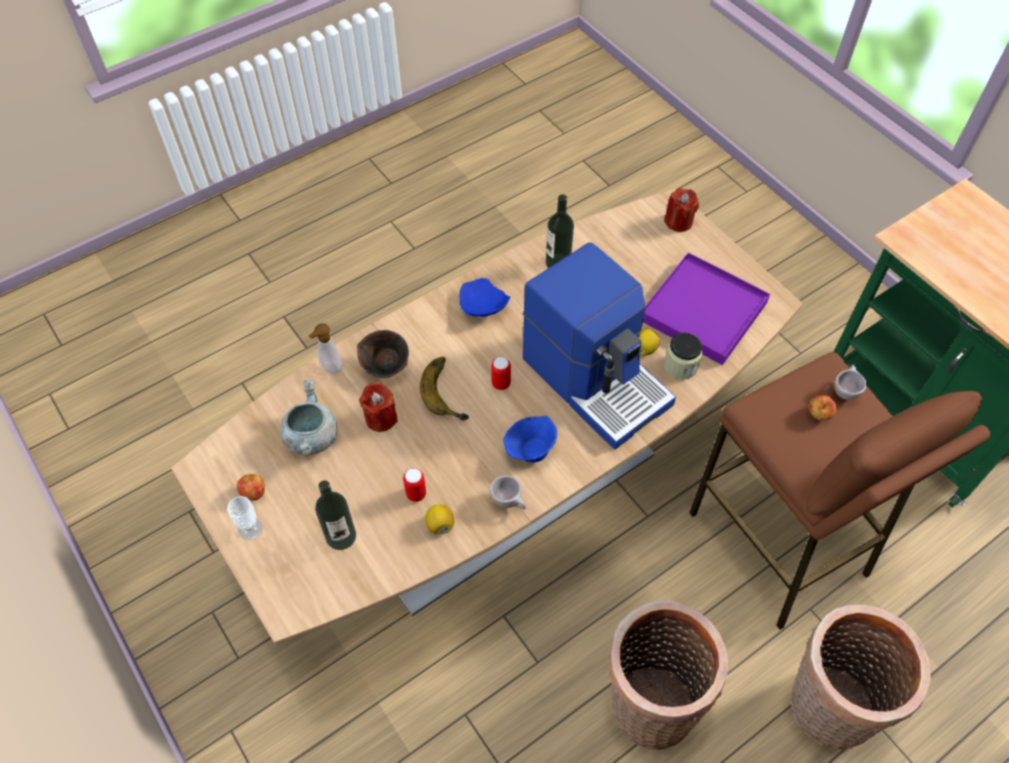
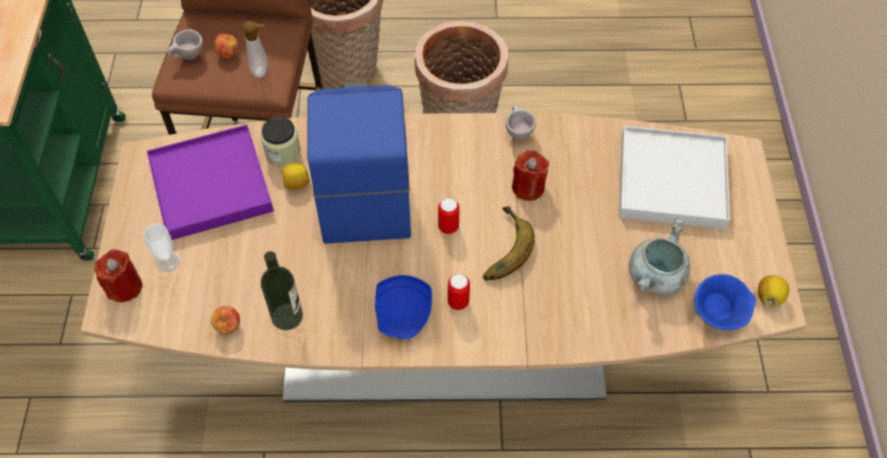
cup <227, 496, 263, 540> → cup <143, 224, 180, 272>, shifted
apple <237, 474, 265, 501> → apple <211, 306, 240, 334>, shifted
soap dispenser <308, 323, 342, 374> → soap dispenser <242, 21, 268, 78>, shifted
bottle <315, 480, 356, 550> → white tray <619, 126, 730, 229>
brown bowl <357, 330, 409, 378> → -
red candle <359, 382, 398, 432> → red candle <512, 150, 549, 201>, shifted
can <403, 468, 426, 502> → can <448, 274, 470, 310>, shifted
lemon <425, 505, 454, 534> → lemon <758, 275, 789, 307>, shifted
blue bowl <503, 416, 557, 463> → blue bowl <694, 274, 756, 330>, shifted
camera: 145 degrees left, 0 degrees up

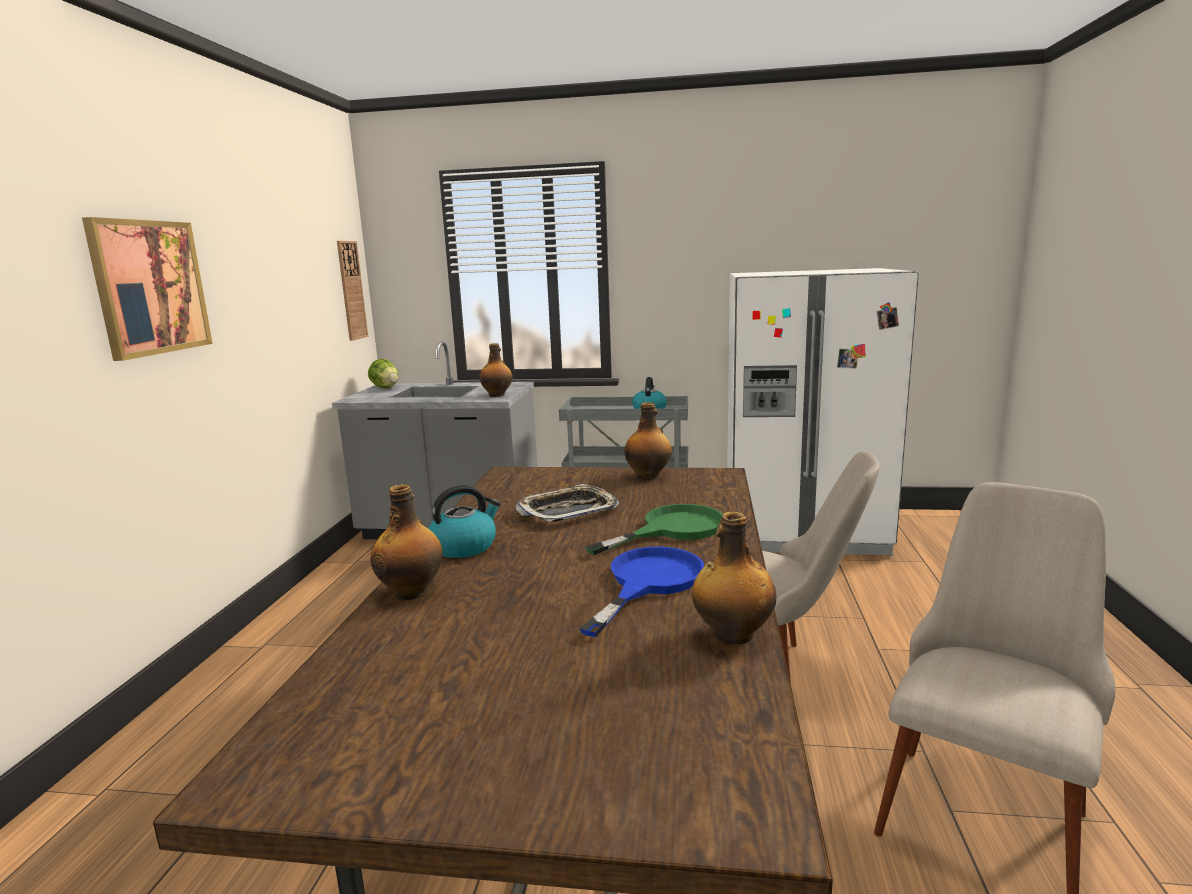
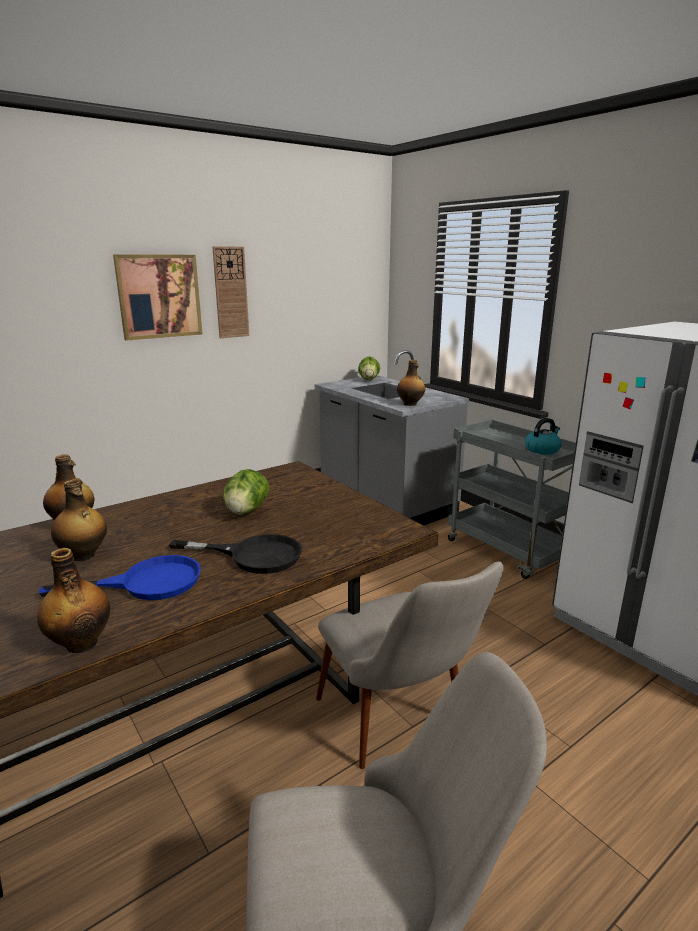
wall clock <337, 241, 368, 341> → wall clock <212, 246, 249, 338>, shifted
kettle <428, 485, 501, 558> → -
tray <516, 484, 619, 522> → lettuce <223, 469, 270, 515>
green frying pan <585, 504, 723, 555> → black frying pan <169, 534, 302, 574>
bottle <624, 402, 672, 480> → bottle <51, 479, 107, 561>, shifted
camera: 45 degrees right, 5 degrees up

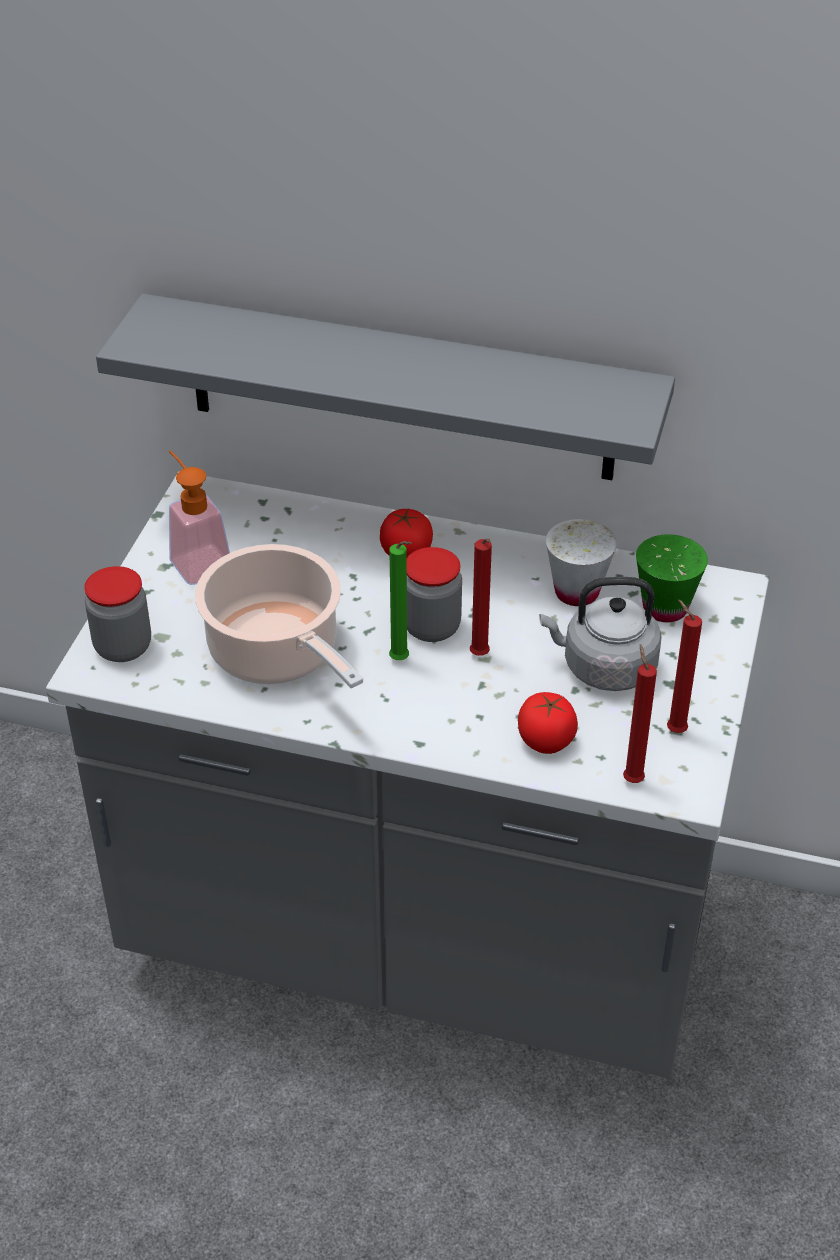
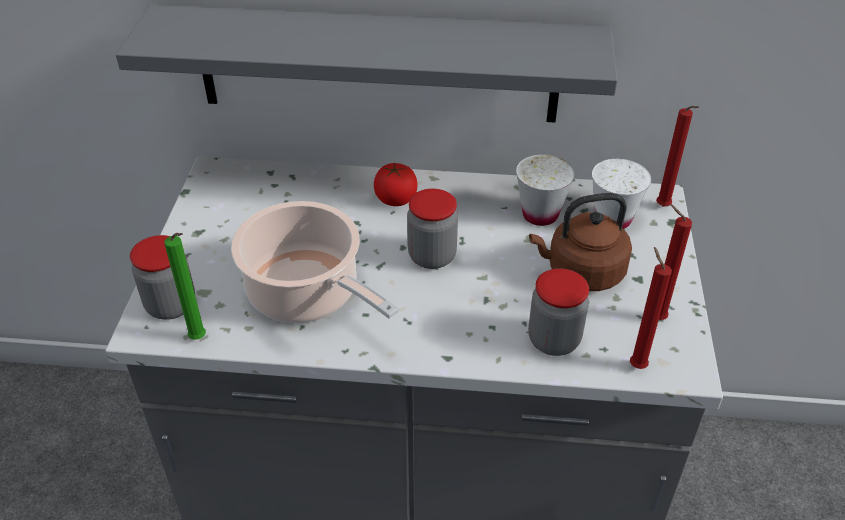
soap dispenser <169, 451, 230, 585> → -
green candle <389, 541, 412, 660> → green candle <164, 233, 206, 340>, shifted
red candle <470, 539, 492, 656> → red candle <656, 106, 699, 206>, shifted
tomato <518, 692, 578, 754> → jar <528, 269, 589, 356>
grey kettle <539, 577, 662, 691> → brown kettle <529, 193, 632, 291>
green cup <636, 534, 708, 622> → white cup <592, 159, 651, 229>
camera: 10 degrees left, 0 degrees up

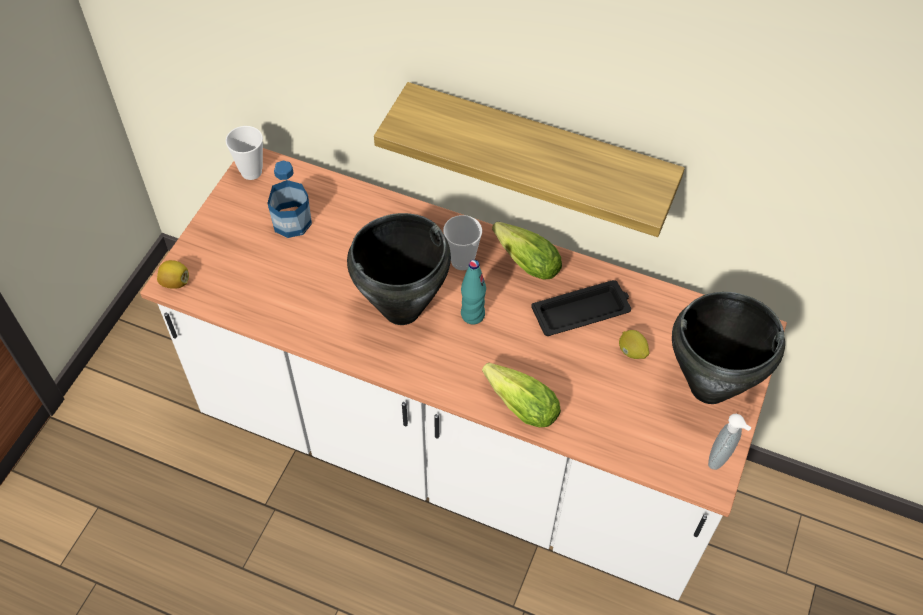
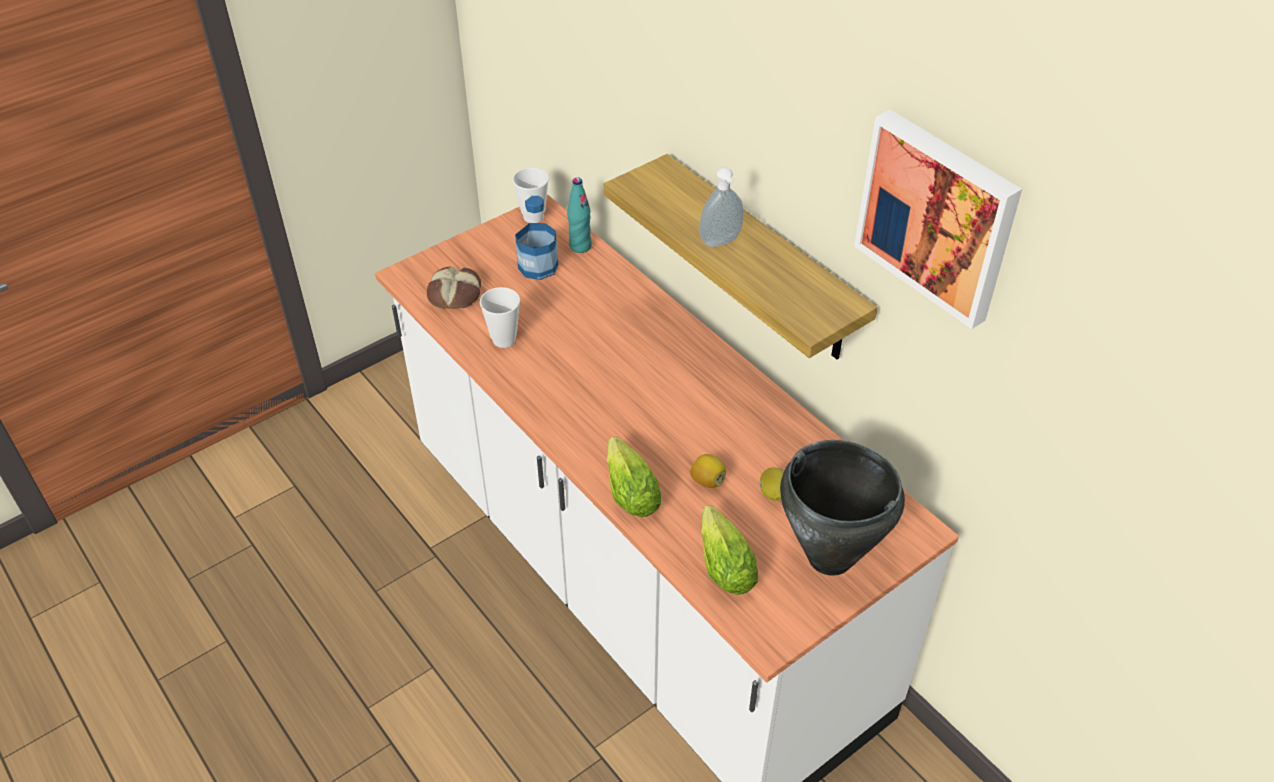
lemon <157, 260, 189, 289> → lemon <690, 454, 726, 488>, shifted
black cooking pot <347, 213, 451, 325> → -
cup <443, 215, 482, 270> → cup <480, 287, 520, 348>, shifted
turquoise bottle <461, 260, 486, 325> → turquoise bottle <567, 178, 592, 253>, shifted
lettuce <492, 222, 562, 280> → lettuce <701, 506, 758, 595>, shifted
black tray <531, 280, 631, 336> → -
soap dispenser <708, 414, 751, 470> → soap dispenser <699, 167, 744, 247>, shifted
- → bread <427, 266, 481, 309>
- → picture <854, 110, 1022, 329>
camera: 30 degrees right, 10 degrees down

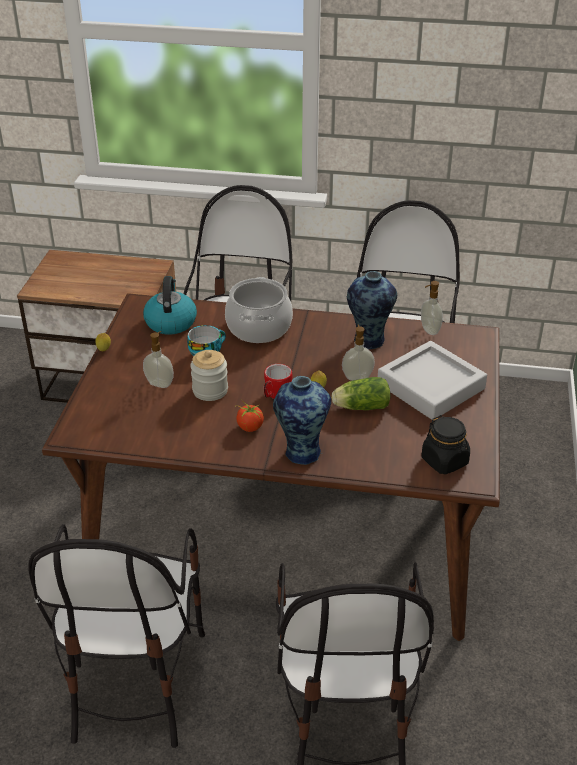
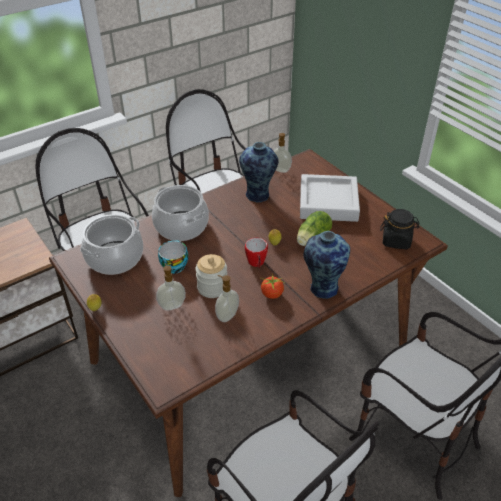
kettle <143, 276, 197, 335> → cooking pot <80, 214, 143, 275>
soap dispenser <342, 325, 375, 381> → soap dispenser <215, 275, 239, 322>, shifted
camera: 45 degrees left, 5 degrees up

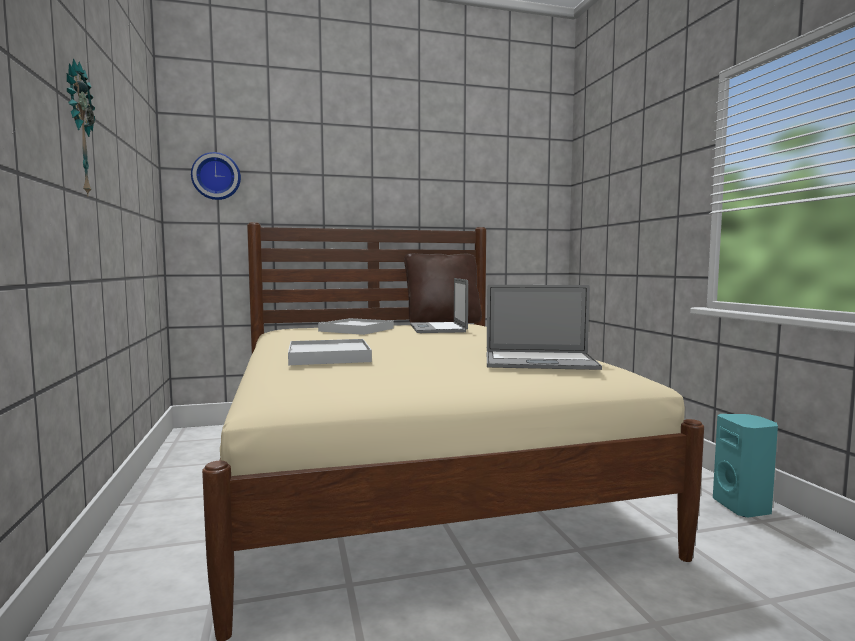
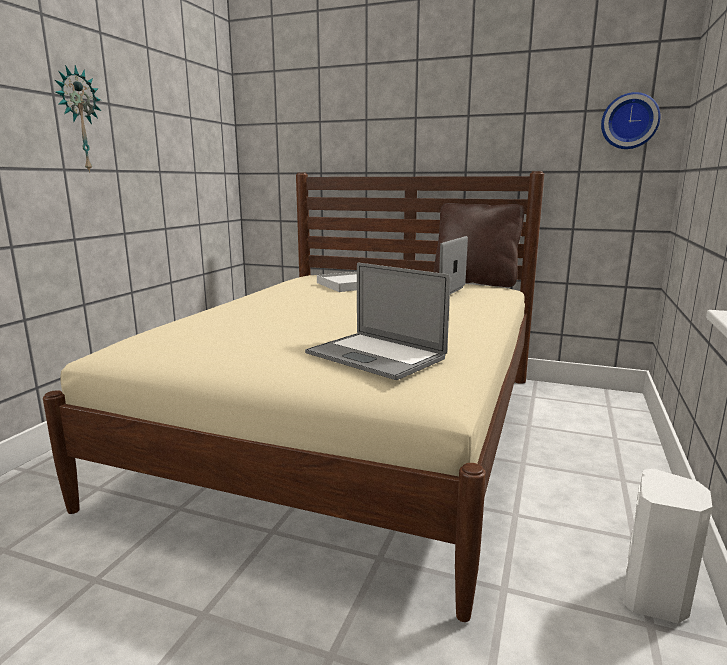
wall clock <191, 152, 241, 200> → wall clock <601, 92, 660, 149>, shifted
white tray <288, 339, 372, 365> → -
turquoise speaker <713, 414, 778, 518> → white speaker <623, 469, 712, 623>
camera: 35 degrees right, 10 degrees up

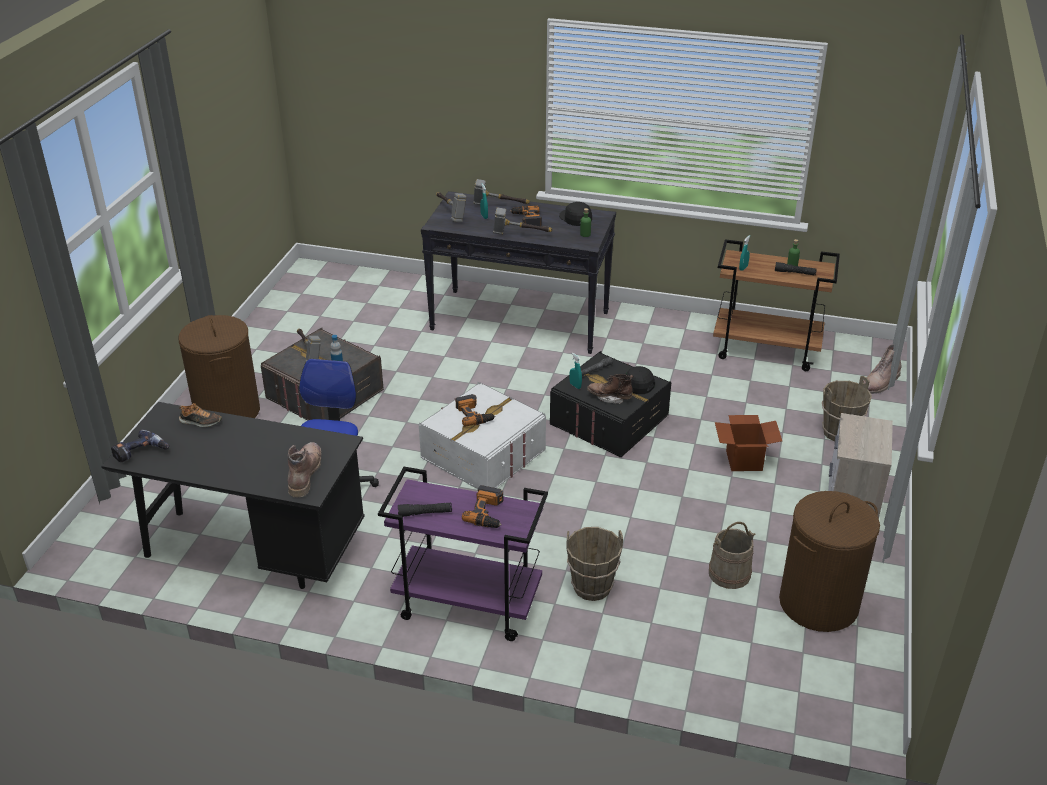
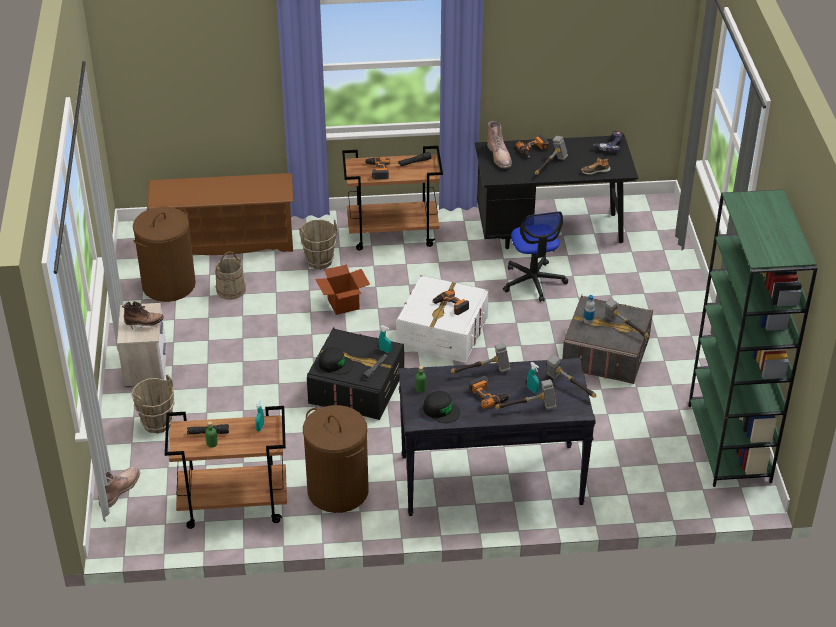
brown laundry basket <179, 315, 260, 418> → brown laundry basket <303, 405, 369, 513>, shifted
purple cart <378, 467, 548, 641> → brown cart <342, 146, 443, 251>
brown boot <587, 374, 634, 404> → brown boot <122, 301, 164, 330>, shifted
cardboard box <715, 415, 782, 471> → cardboard box <315, 264, 370, 315>, shifted
- → brown shoe rack <147, 173, 293, 255>
- → power drill <516, 135, 549, 158>
- → hammer <535, 136, 568, 175>
- → green bookcase <688, 189, 818, 487>
camera: 160 degrees right, 5 degrees up

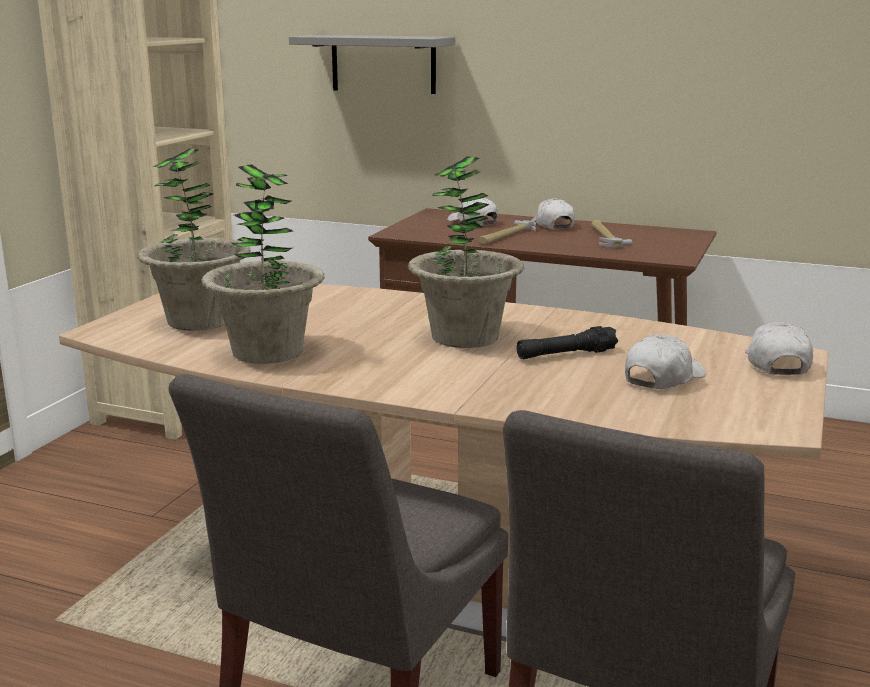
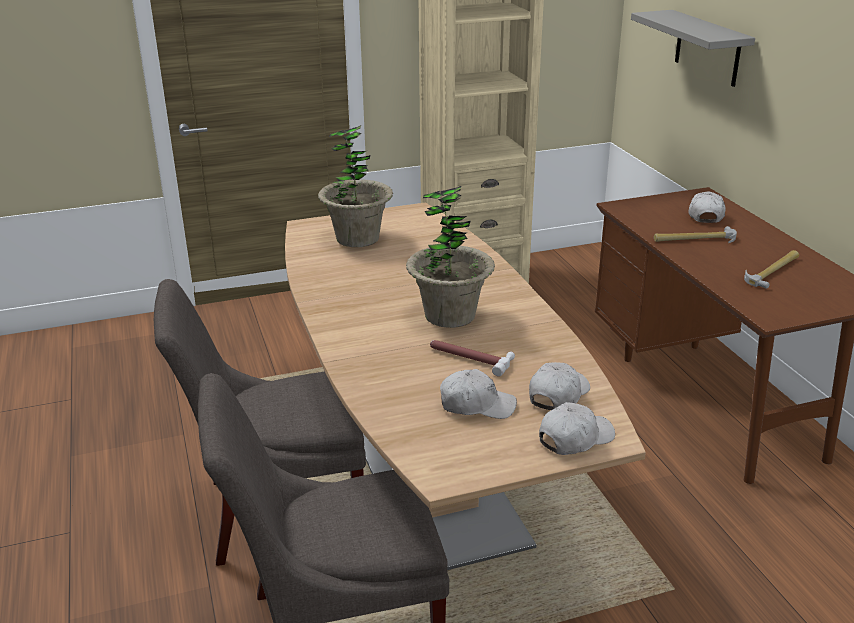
potted plant <201, 165, 325, 364> → -
black flashlight <516, 326, 618, 359> → hammer <430, 340, 515, 377>
white cap <531, 198, 575, 229> → white cap <529, 362, 590, 410>, shifted
camera: 50 degrees right, 10 degrees up

